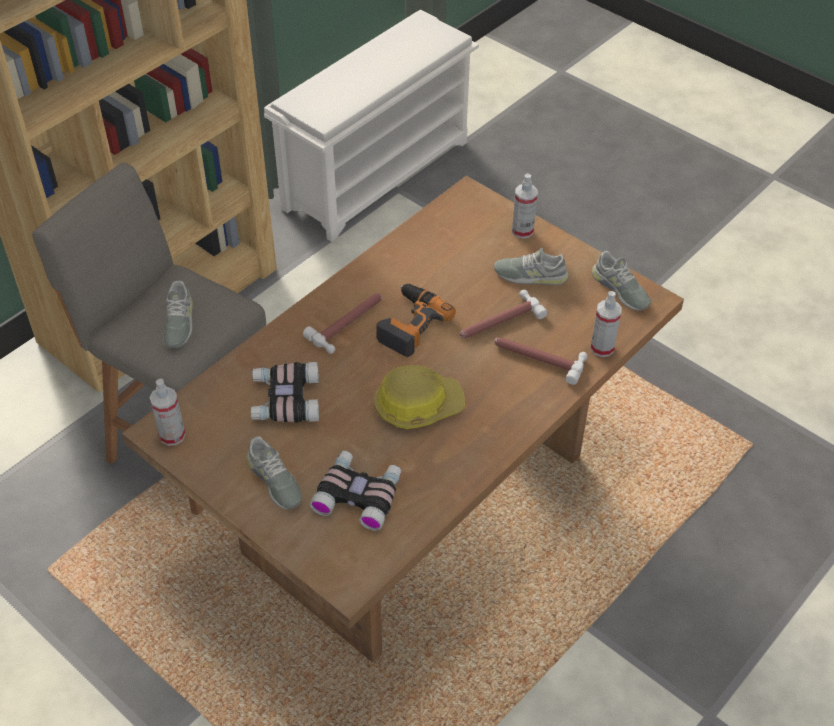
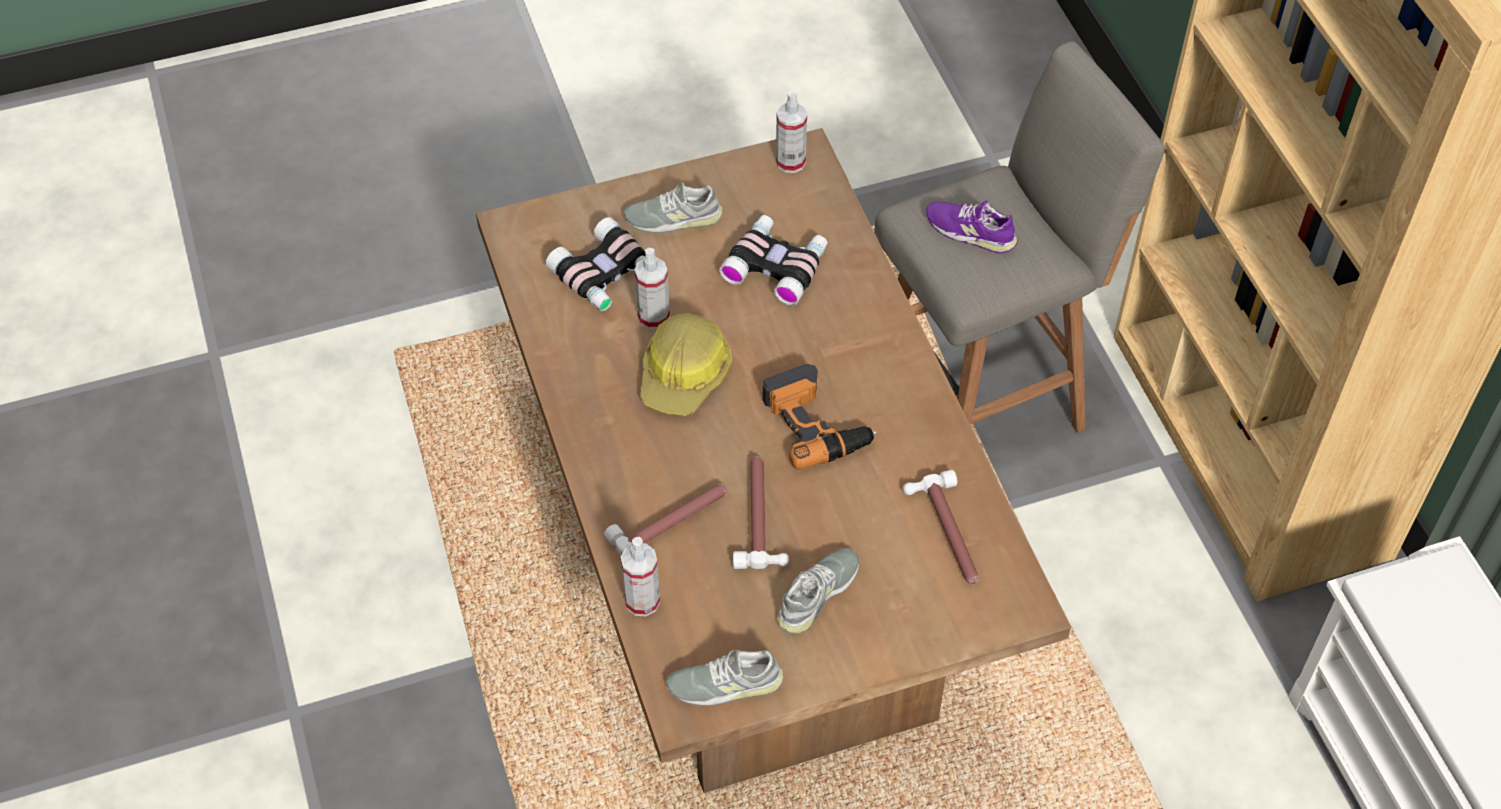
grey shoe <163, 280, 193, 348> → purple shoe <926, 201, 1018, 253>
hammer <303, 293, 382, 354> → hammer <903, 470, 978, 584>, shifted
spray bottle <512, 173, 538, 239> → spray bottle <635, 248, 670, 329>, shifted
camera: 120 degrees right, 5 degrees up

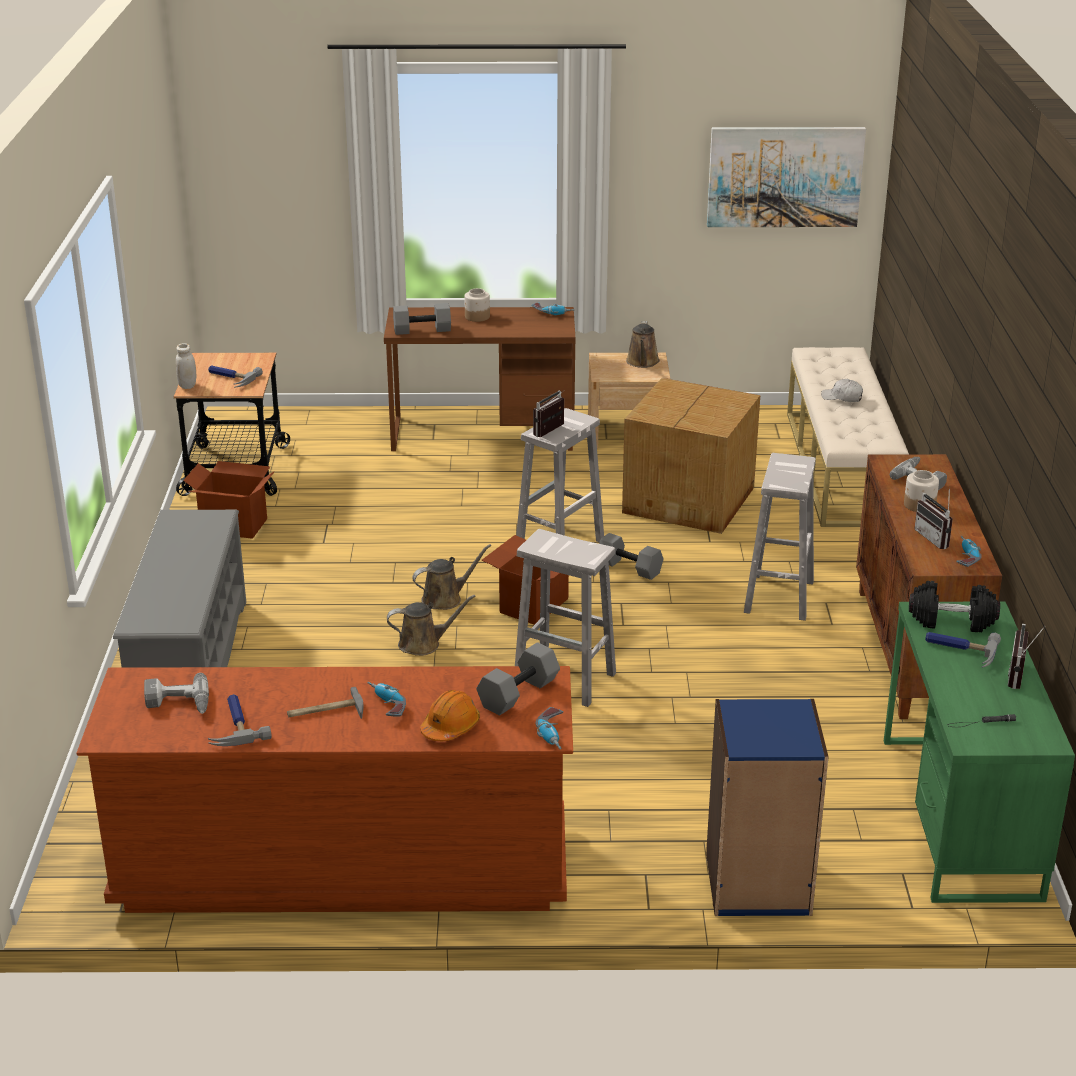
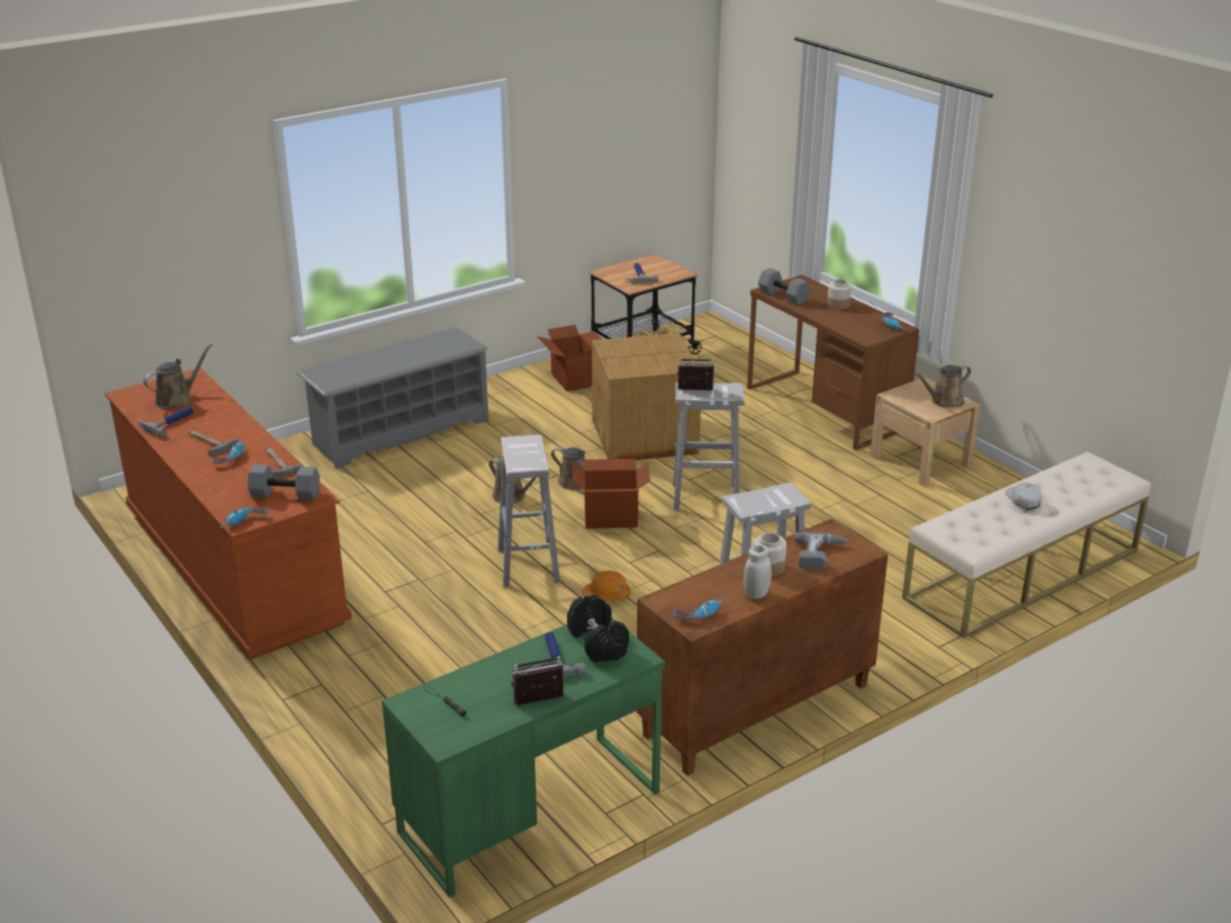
power drill <144, 673, 209, 714> → brown watering can <144, 344, 212, 409>
white jar <176, 343, 196, 389> → white jar <744, 545, 772, 599>, shifted
orange hard hat <420, 690, 480, 741> → orange hard hat <583, 570, 630, 601>, shifted
grey dumbbell <599, 533, 664, 580> → -
cardboard box <622, 378, 760, 534> → cardboard box <592, 333, 701, 460>, shifted
blue bookcase <706, 699, 828, 916> → -
picture <707, 127, 866, 227> → -
radio <914, 487, 953, 549> → -
- → hammer <265, 447, 303, 477>
camera: 55 degrees right, 0 degrees up

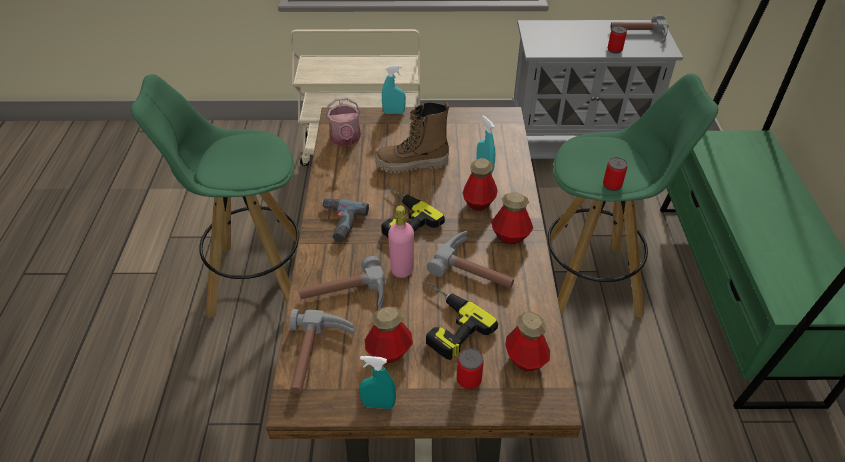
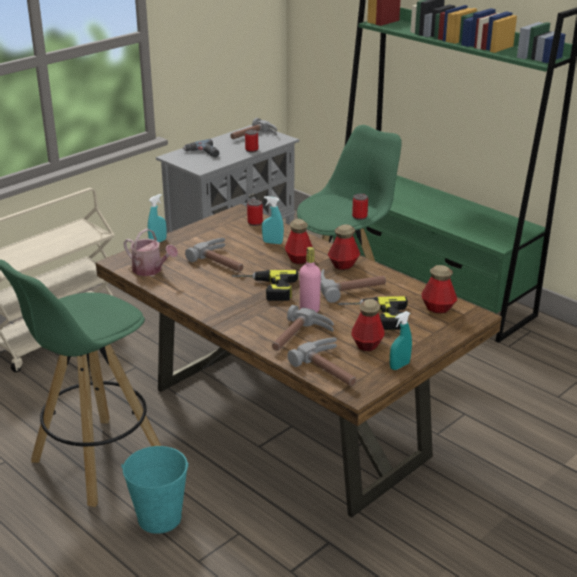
power drill <321, 198, 369, 242> → power drill <183, 139, 219, 157>, shifted
boot <375, 102, 449, 173> → hammer <185, 238, 244, 272>
can <457, 348, 484, 389> → can <247, 199, 263, 226>, shifted
- → turquoise bucket <121, 446, 189, 534>
camera: 45 degrees left, 15 degrees down

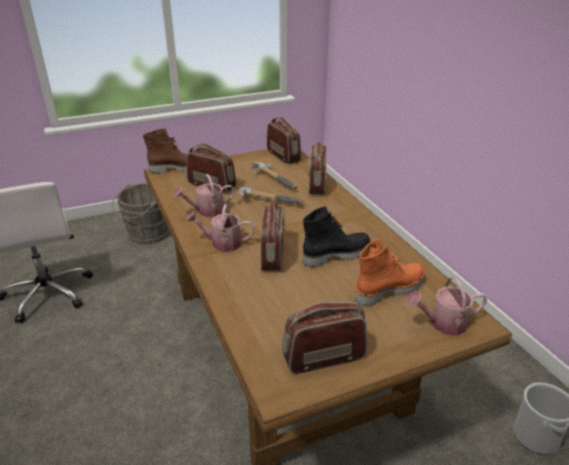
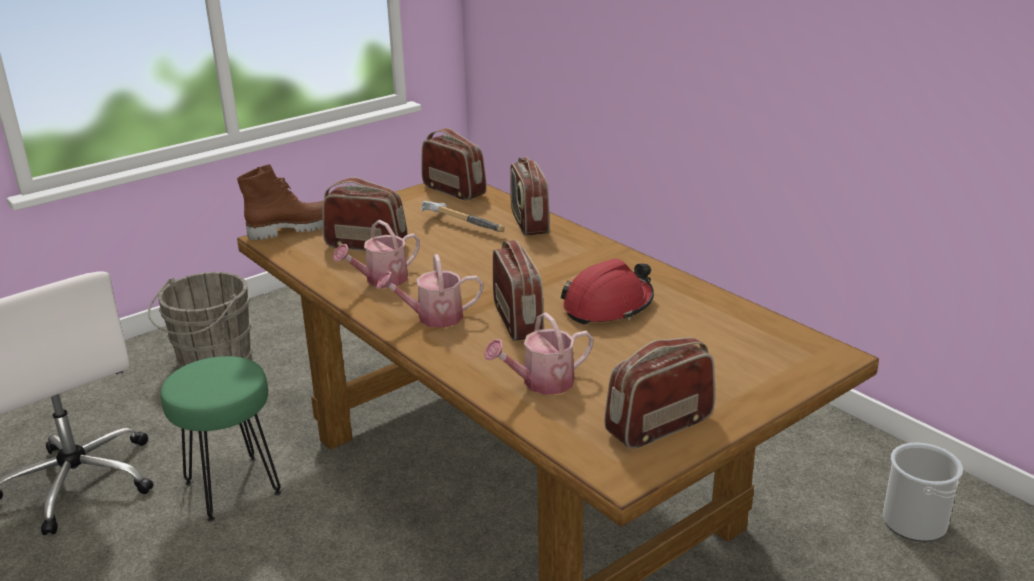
hammer <239, 187, 303, 204> → -
black boot <302, 206, 371, 268> → red hard hat <561, 259, 654, 324>
orange boot <355, 238, 425, 307> → -
watering can <406, 277, 487, 335> → watering can <484, 312, 594, 395>, shifted
- → green stool <161, 356, 281, 521>
camera: 15 degrees left, 5 degrees down

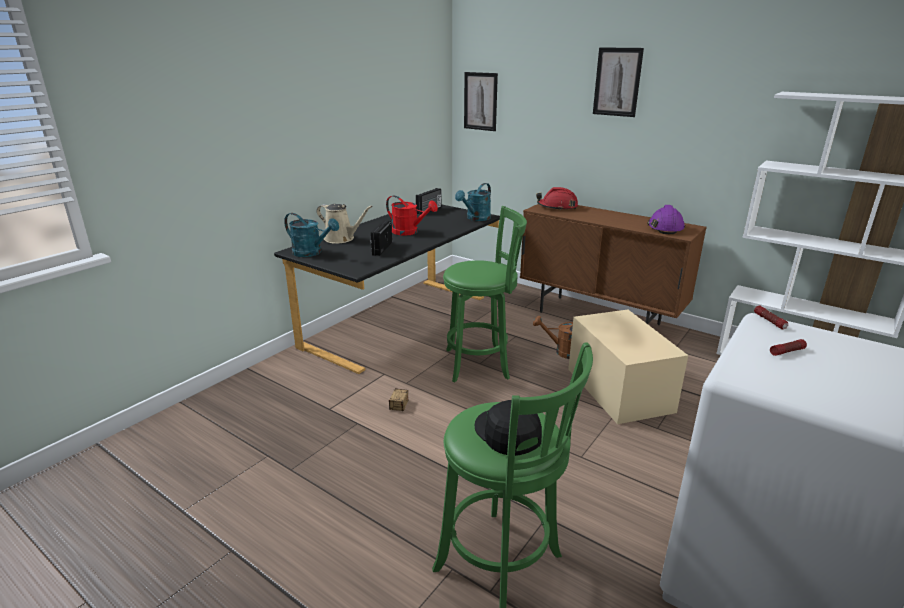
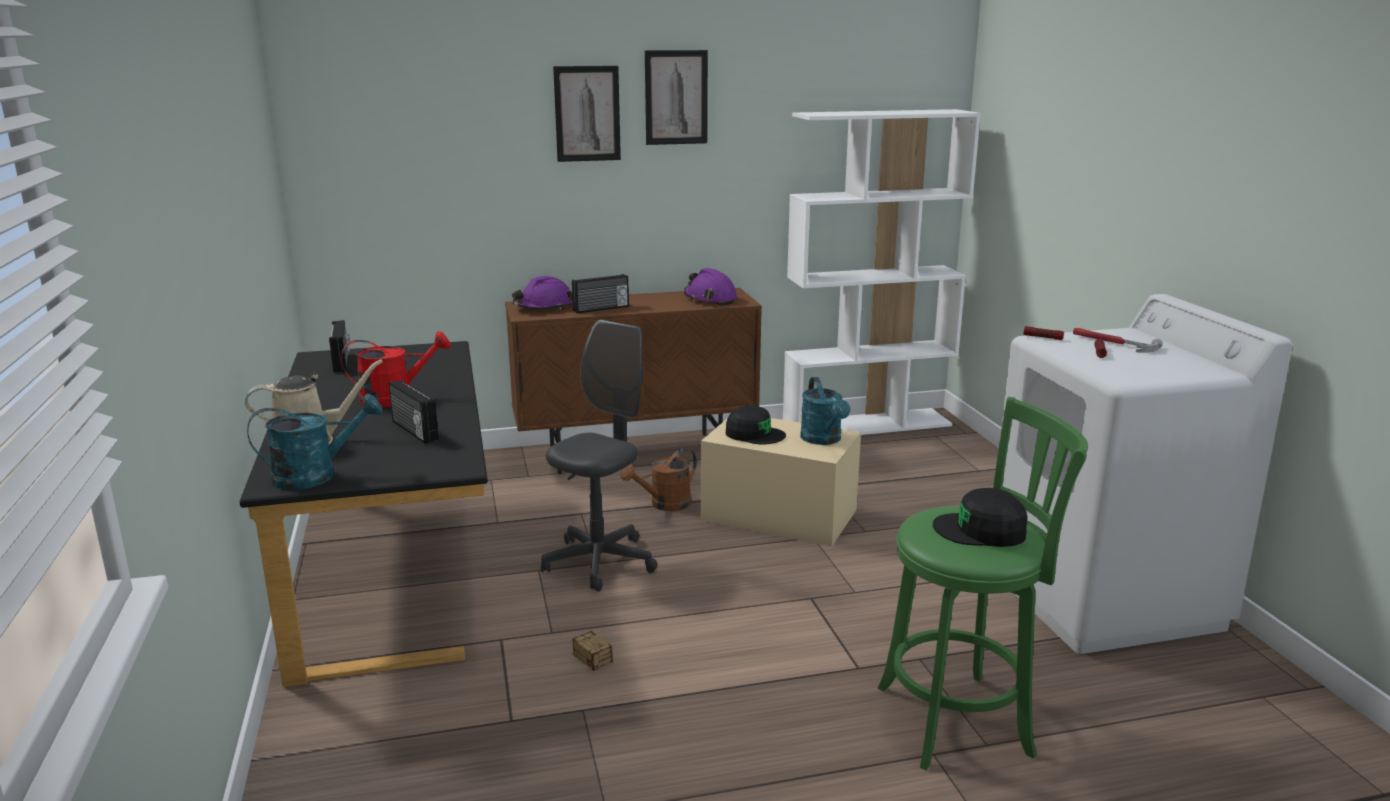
green stool <443, 206, 527, 382> → grey office chair <541, 320, 657, 592>
turquoise watering can <455, 183, 491, 221> → turquoise watering can <800, 377, 850, 445>, shifted
picture <464, 72, 498, 131> → picture <645, 50, 708, 145>, shifted
red hard hat <536, 187, 578, 211> → purple hard hat <512, 276, 573, 310>
- → radio <572, 274, 629, 313>
- → black cap <726, 405, 786, 445>
- → hammer <1073, 328, 1163, 353>
camera: 50 degrees left, 5 degrees down

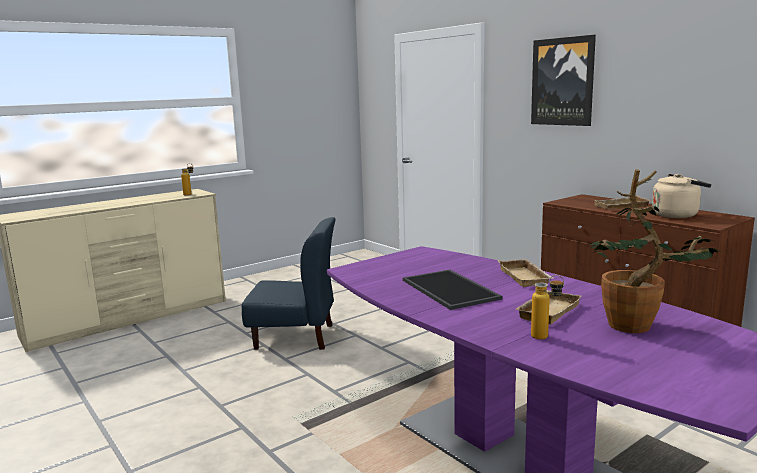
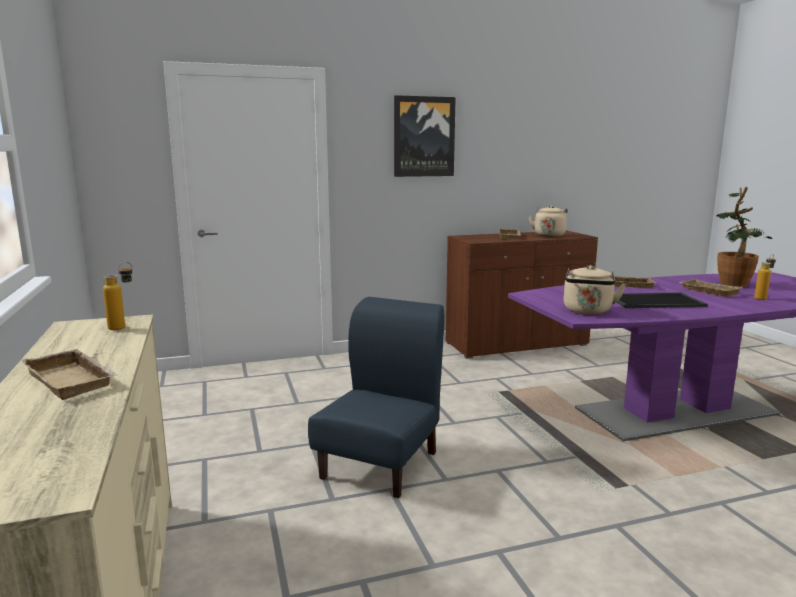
- → beige tray <21, 349, 117, 400>
- → beige kettle <564, 265, 626, 315>
camera: 70 degrees left, 0 degrees up

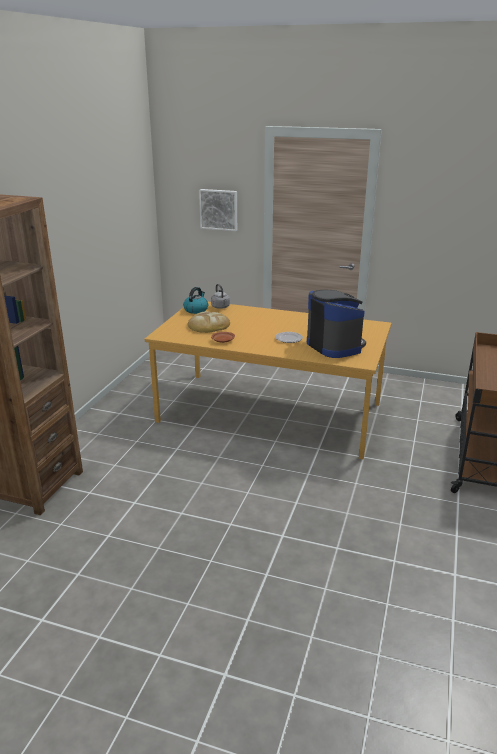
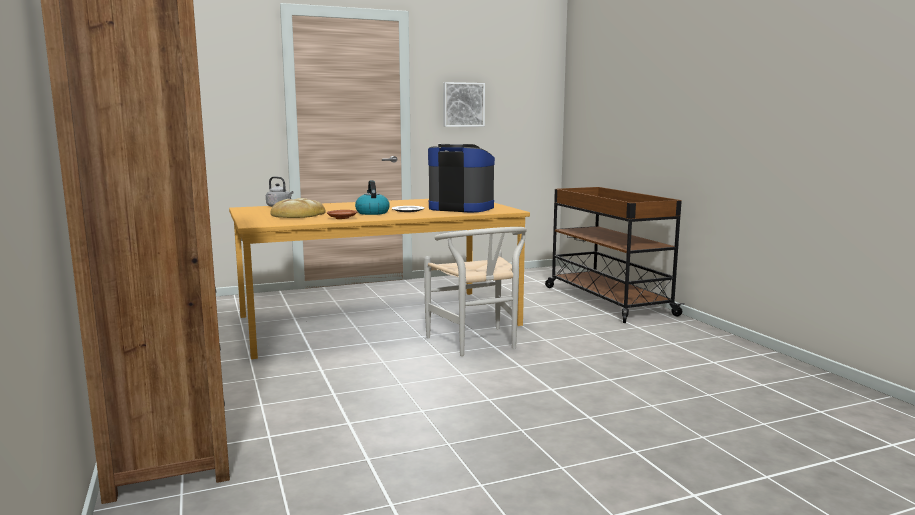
kettle <183, 287, 208, 314> → kettle <355, 180, 390, 215>, shifted
picture <199, 189, 237, 231> → picture <443, 82, 485, 127>, shifted
- → white chair <424, 227, 527, 356>
camera: 40 degrees left, 15 degrees down

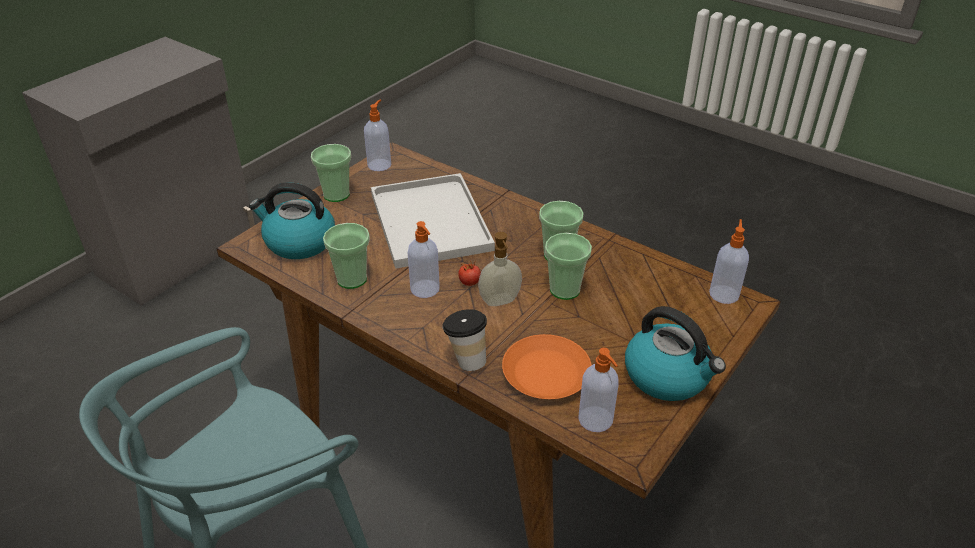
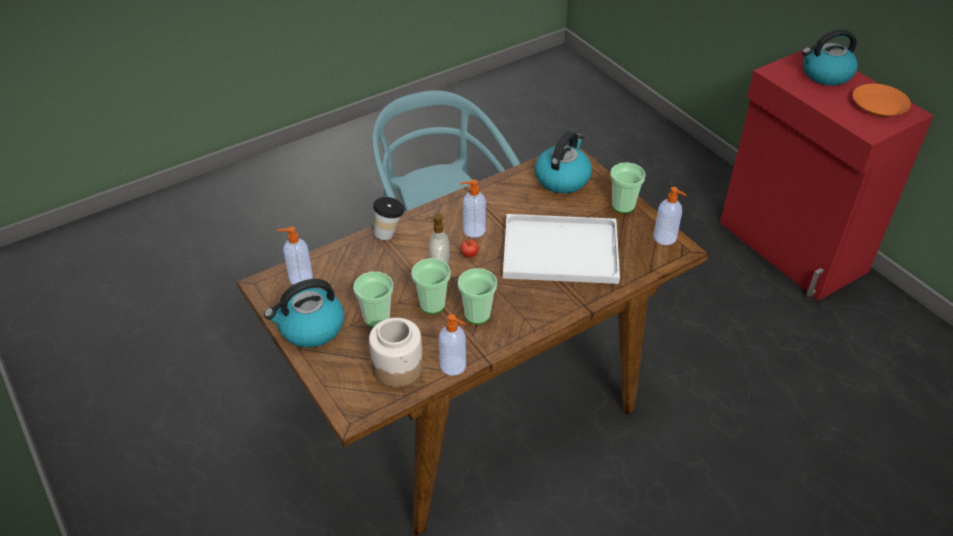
grey cabinet <22, 37, 255, 306> → red cabinet <720, 46, 934, 300>
cup <323, 223, 370, 289> → cup <353, 272, 393, 327>, shifted
orange plate <502, 334, 592, 399> → orange plate <853, 84, 911, 117>, shifted
soap dispenser <709, 219, 749, 304> → soap dispenser <439, 314, 466, 376>, shifted
- → jar <369, 318, 423, 387>
- → kettle <802, 29, 858, 86>
camera: 110 degrees right, 5 degrees up

